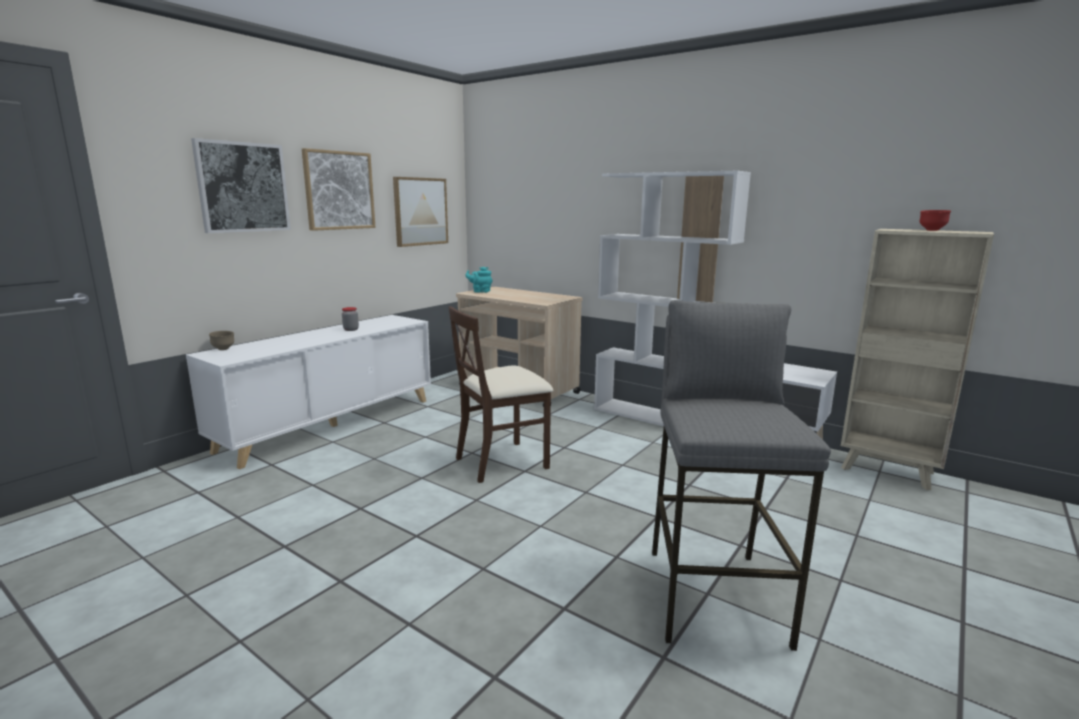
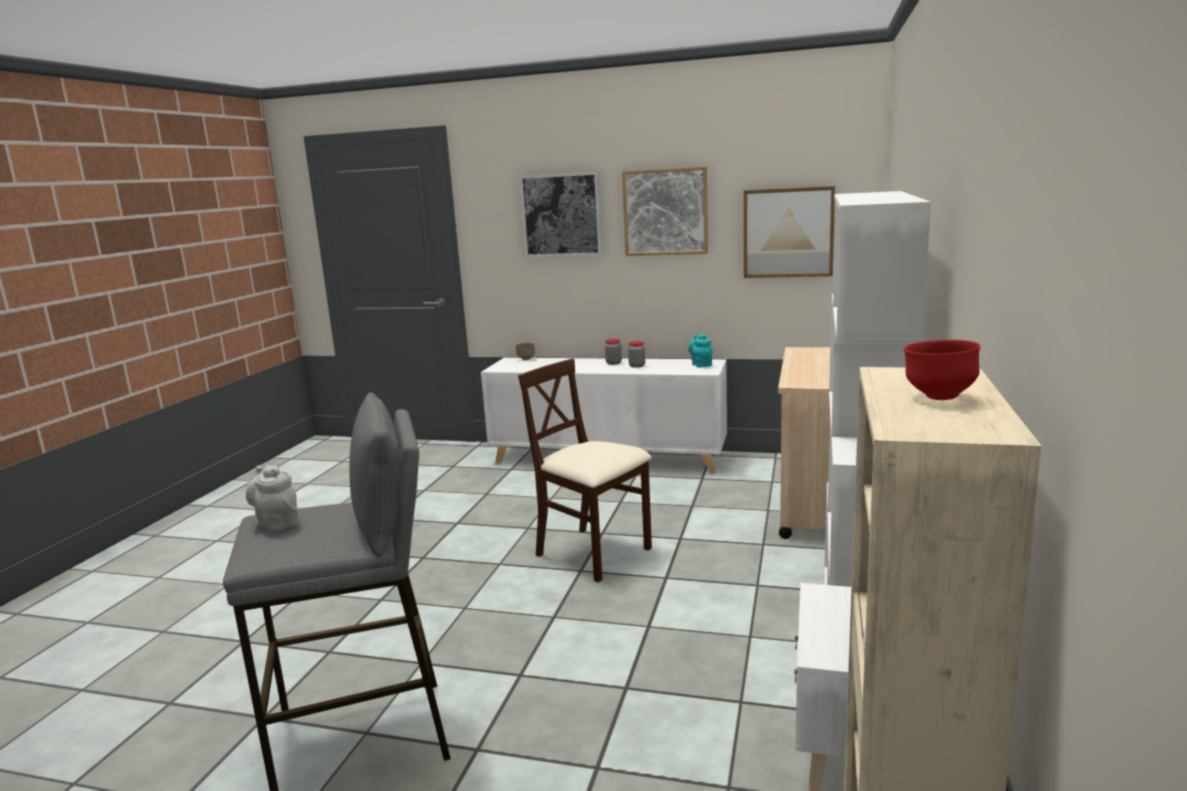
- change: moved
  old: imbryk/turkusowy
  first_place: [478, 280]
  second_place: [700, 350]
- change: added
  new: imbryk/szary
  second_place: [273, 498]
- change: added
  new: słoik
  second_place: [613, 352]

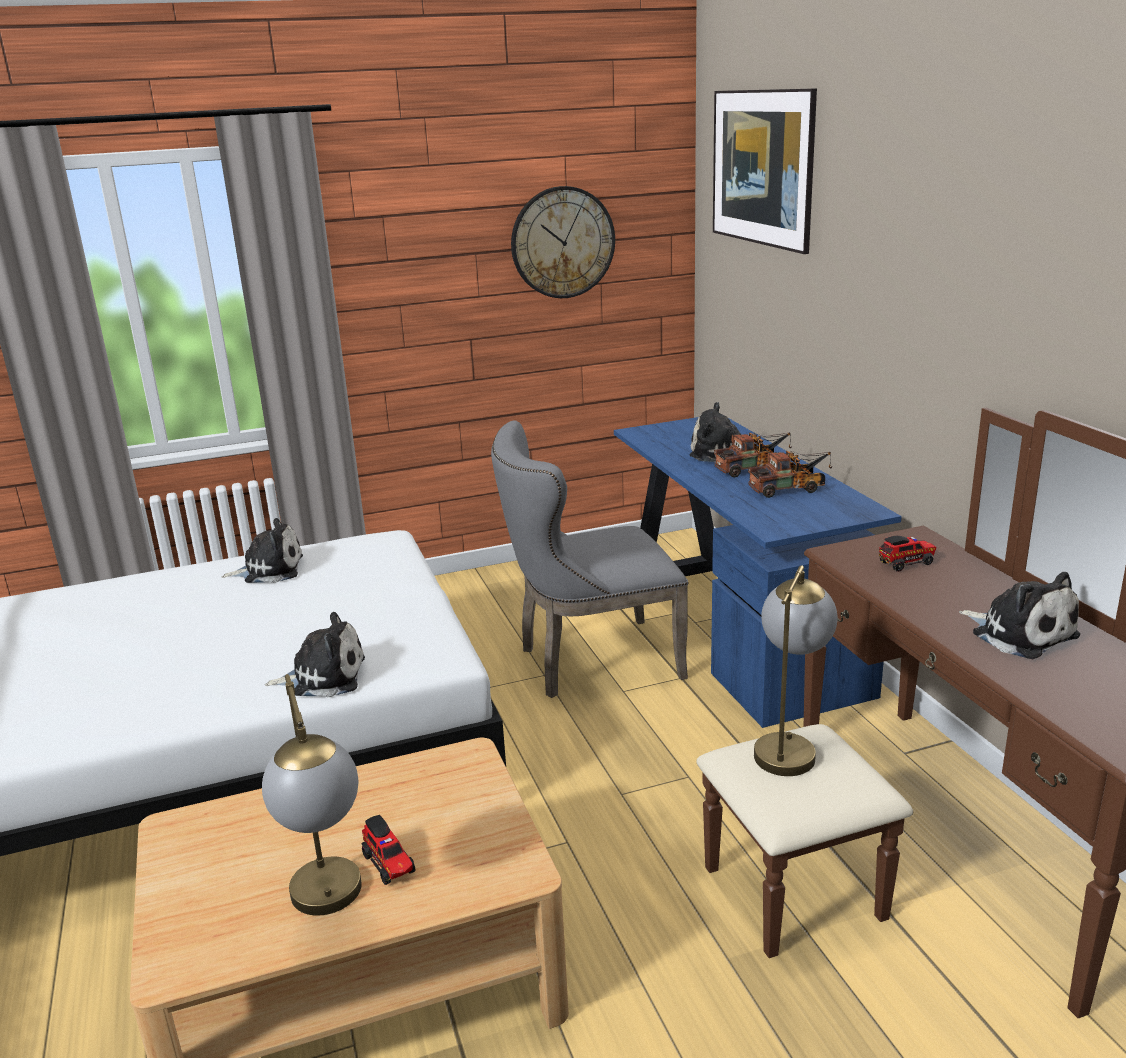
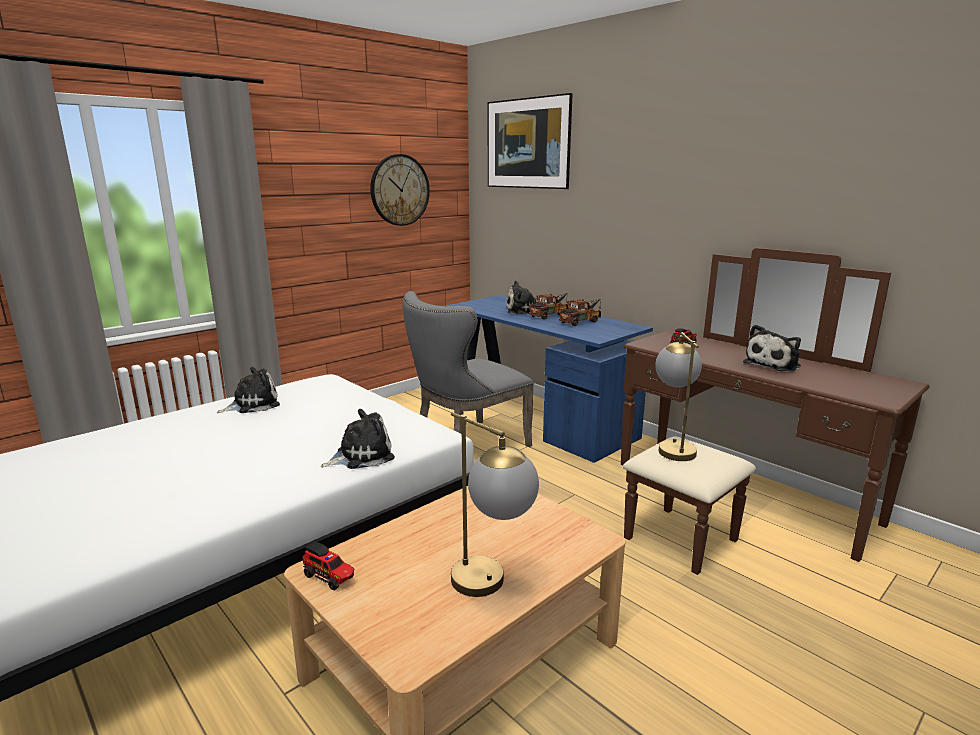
- change: moved
  old: ciężarówka zabawkowa
  first_place: [388, 850]
  second_place: [328, 566]
- change: turned
  old: pluszak
  first_place: [1019, 615]
  second_place: [772, 348]
  degrees: 105

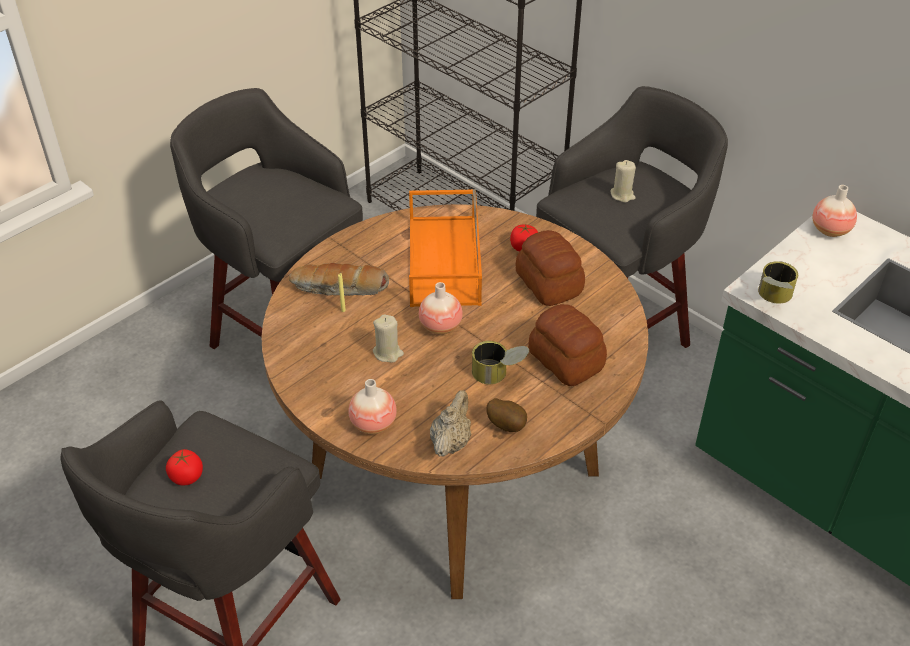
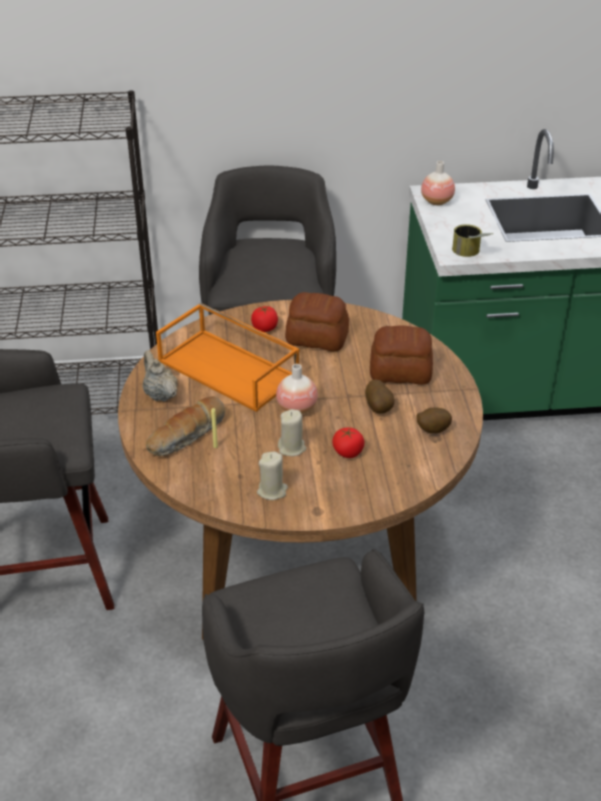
- change: moved
  old: pomidor
  first_place: [184, 467]
  second_place: [348, 443]
- change: removed
  old: wazon
  first_place: [372, 406]
- change: moved
  old: imbryk/beżowy
  first_place: [450, 423]
  second_place: [160, 376]
- change: replaced
  old: puszka
  new: ziemniak
  first_place: [500, 362]
  second_place: [379, 396]
- change: moved
  old: świeca/beżowy
  first_place: [623, 181]
  second_place: [272, 475]

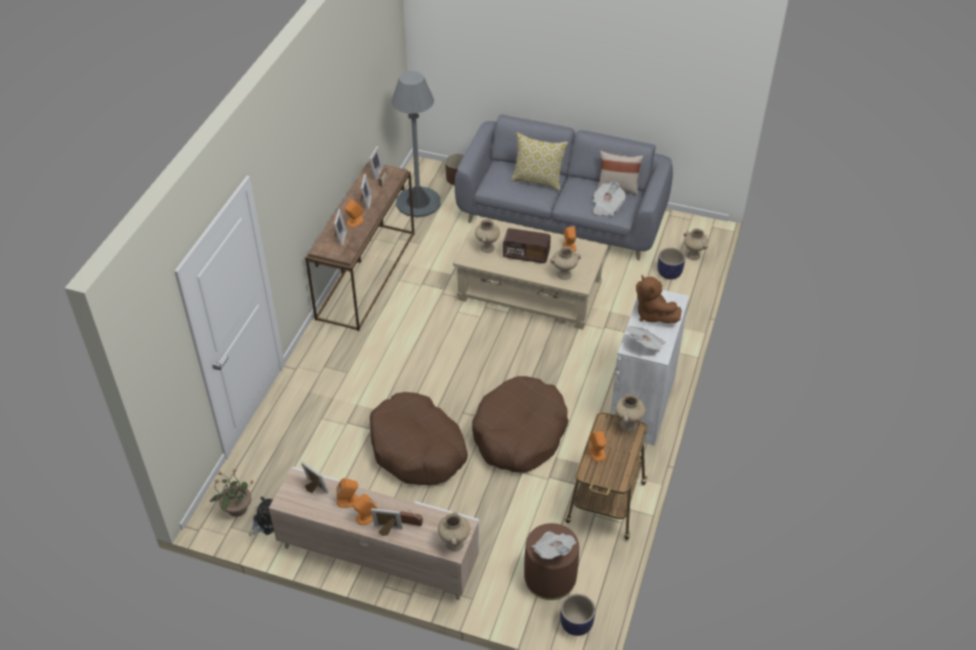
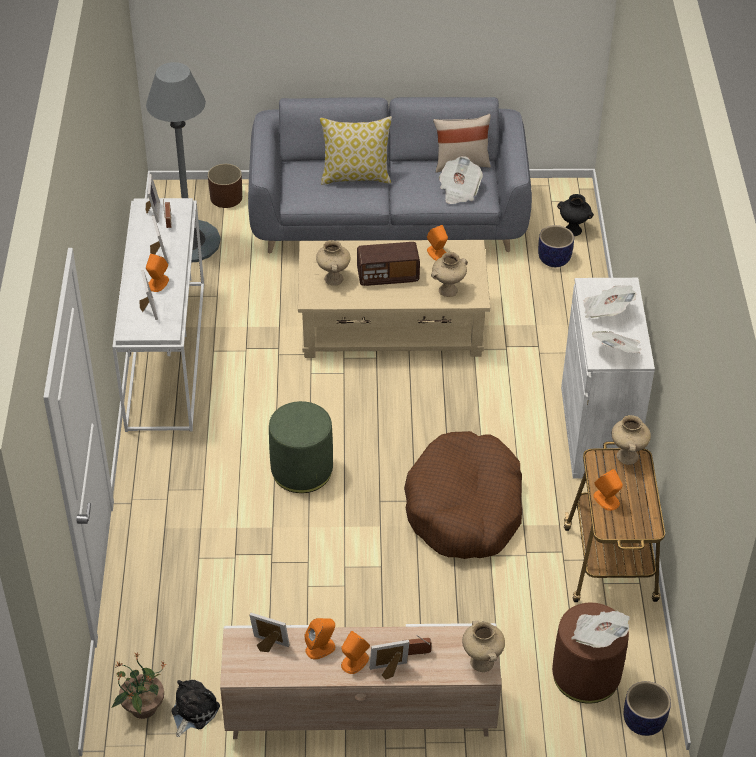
- change: recoloured
  old: stolik konsolowy/brązowy
  new: stolik konsolowy/biały
  first_place: [359, 246]
  second_place: [158, 315]
- change: removed
  old: legowisko/brązowy
  first_place: [419, 438]
- change: replaced
  old: pluszak/brązowy
  new: gazeta
  first_place: [659, 299]
  second_place: [610, 301]
- change: recoloured
  old: wazon/beżowy
  new: wazon/czarny
  first_place: [696, 244]
  second_place: [575, 215]
- change: added
  new: pufa/zielony
  second_place: [301, 447]

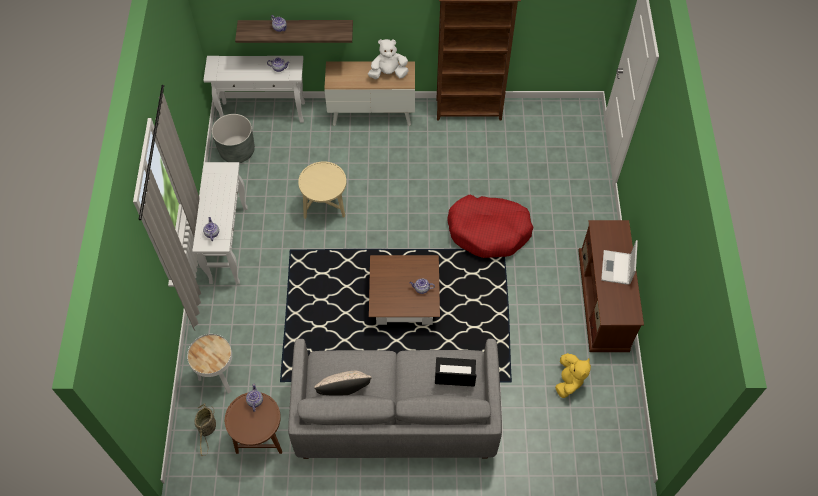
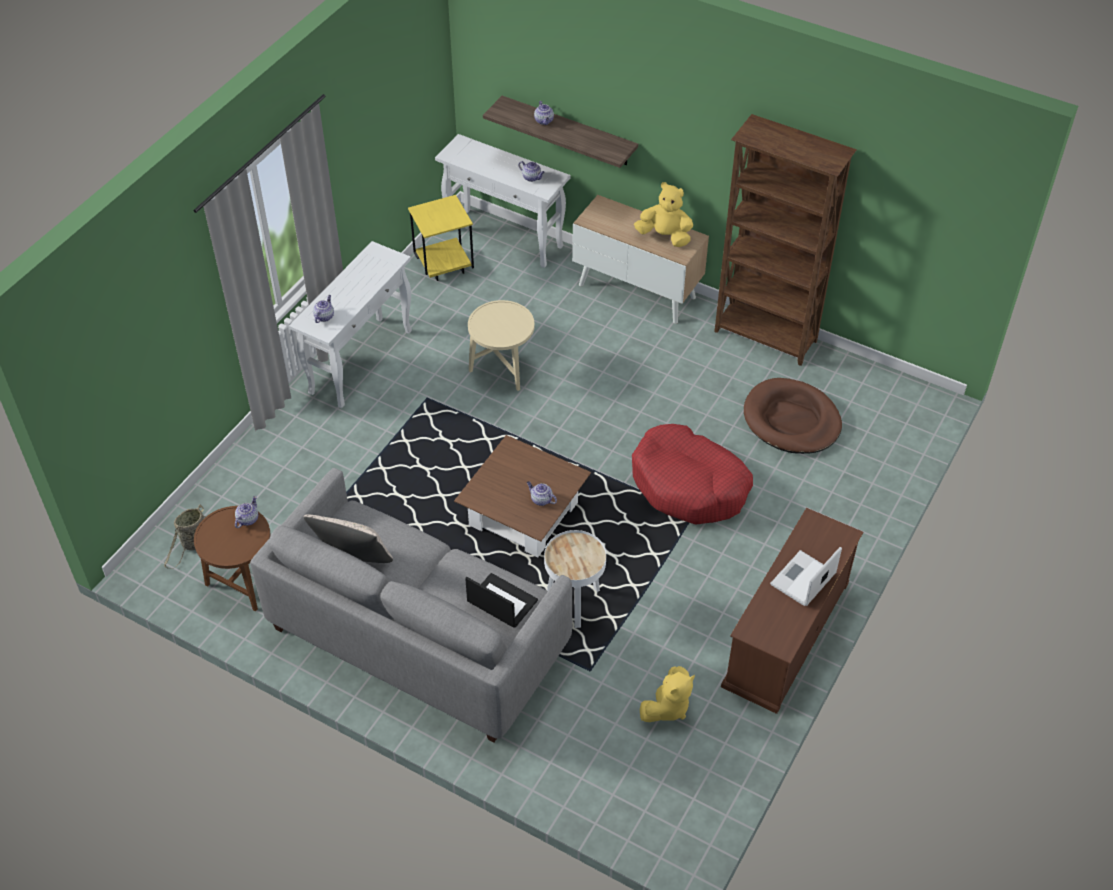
- change: moved
  old: stolik/biały
  first_place: [209, 364]
  second_place: [575, 579]
- change: replaced
  old: donica/szary
  new: stolik/żółty
  first_place: [233, 138]
  second_place: [441, 238]
- change: recoloured
  old: pluszak/biały
  new: pluszak/żółty
  first_place: [388, 59]
  second_place: [663, 214]
- change: added
  new: legowisko/brązowy
  second_place: [793, 416]

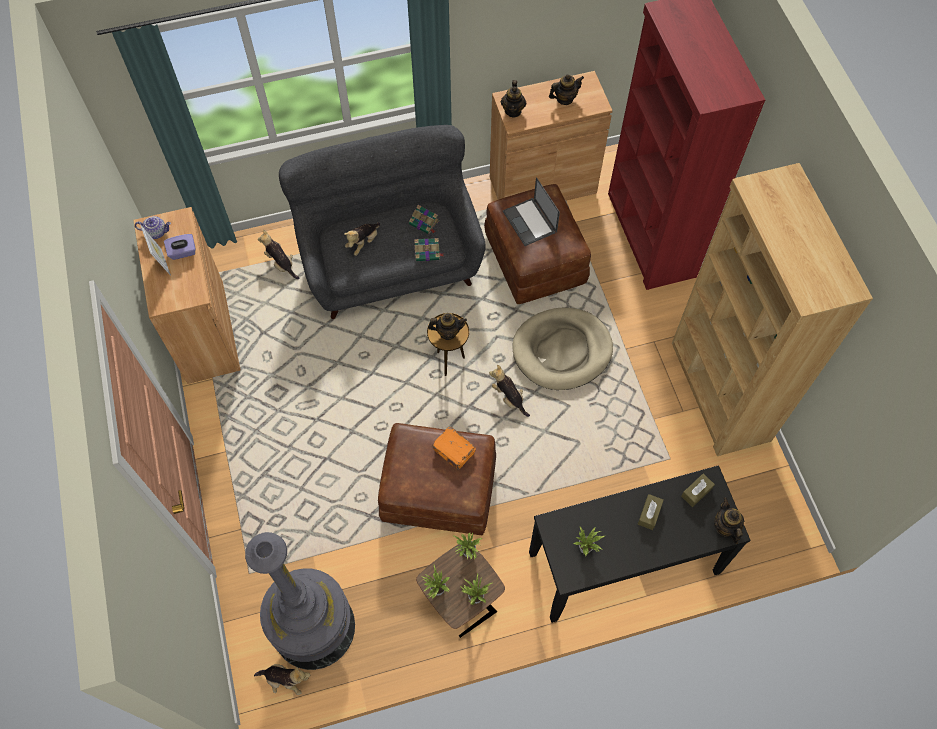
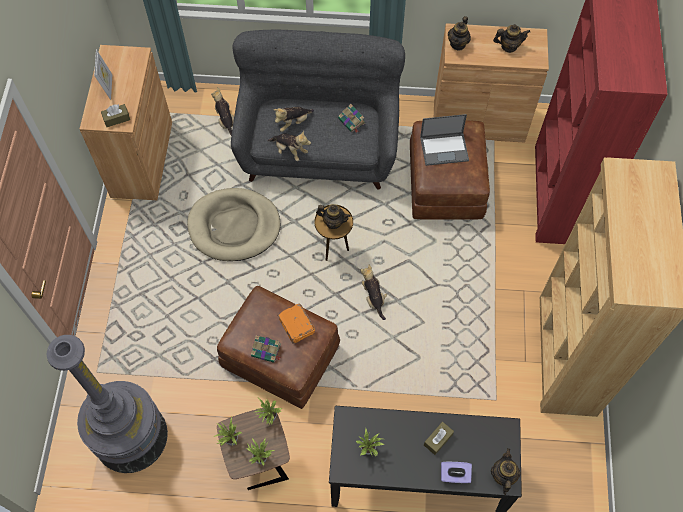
- change: removed
  old: imbryk
  first_place: [153, 227]
- change: moved
  old: pudełko chusteczek/fioletowy
  first_place: [180, 247]
  second_place: [456, 472]
- change: moved
  old: pluszak
  first_place: [282, 679]
  second_place: [289, 145]
- change: moved
  old: książka
  first_place: [428, 249]
  second_place: [266, 349]
- change: turned
  old: laptop
  first_place: [531, 211]
  second_place: [444, 140]
  degrees: -90
- change: moved
  old: legowisko/beżowy
  first_place: [562, 349]
  second_place: [233, 224]
- change: moved
  old: pudełko chusteczek/brązowy
  first_place: [698, 490]
  second_place: [115, 115]

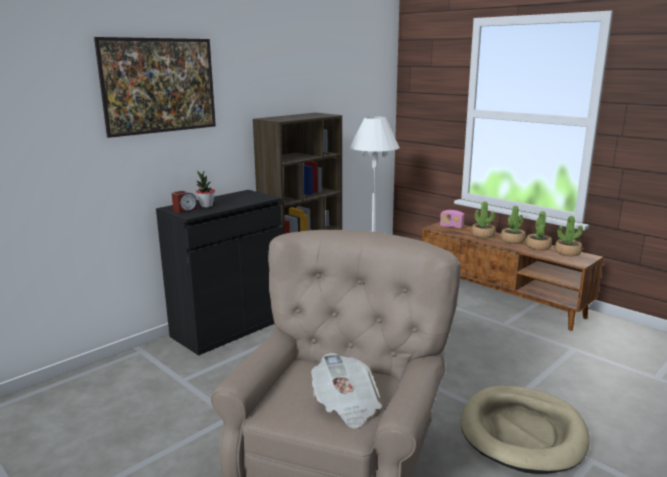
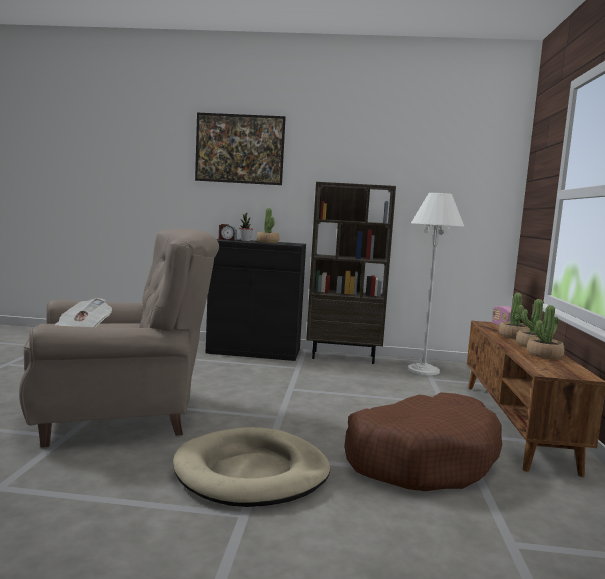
- change: moved
  old: roślina doniczkowa
  first_place: [569, 236]
  second_place: [268, 225]
- change: added
  new: legowisko/brązowy
  second_place: [423, 441]

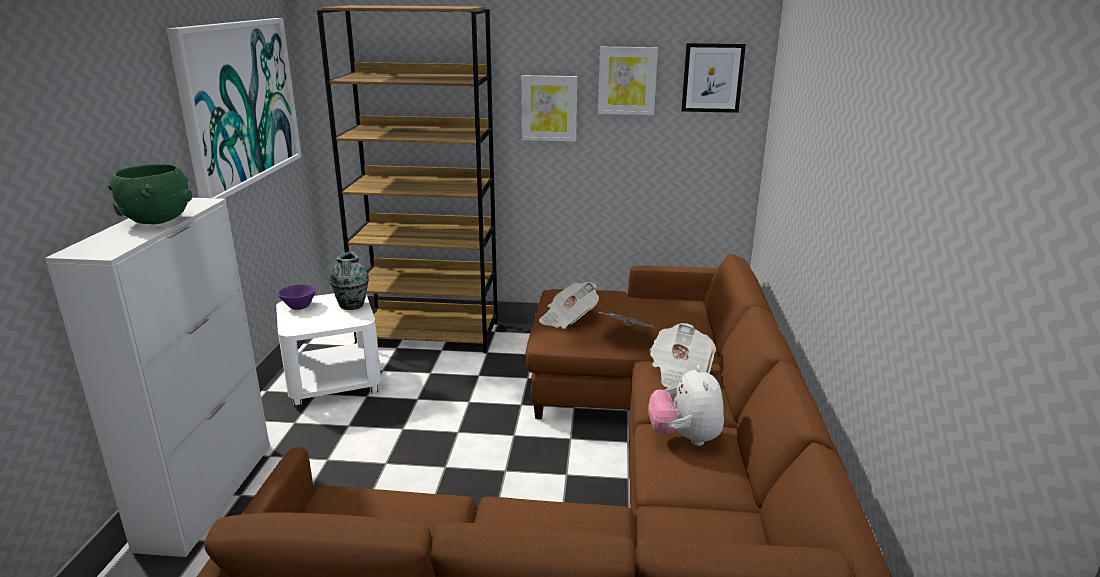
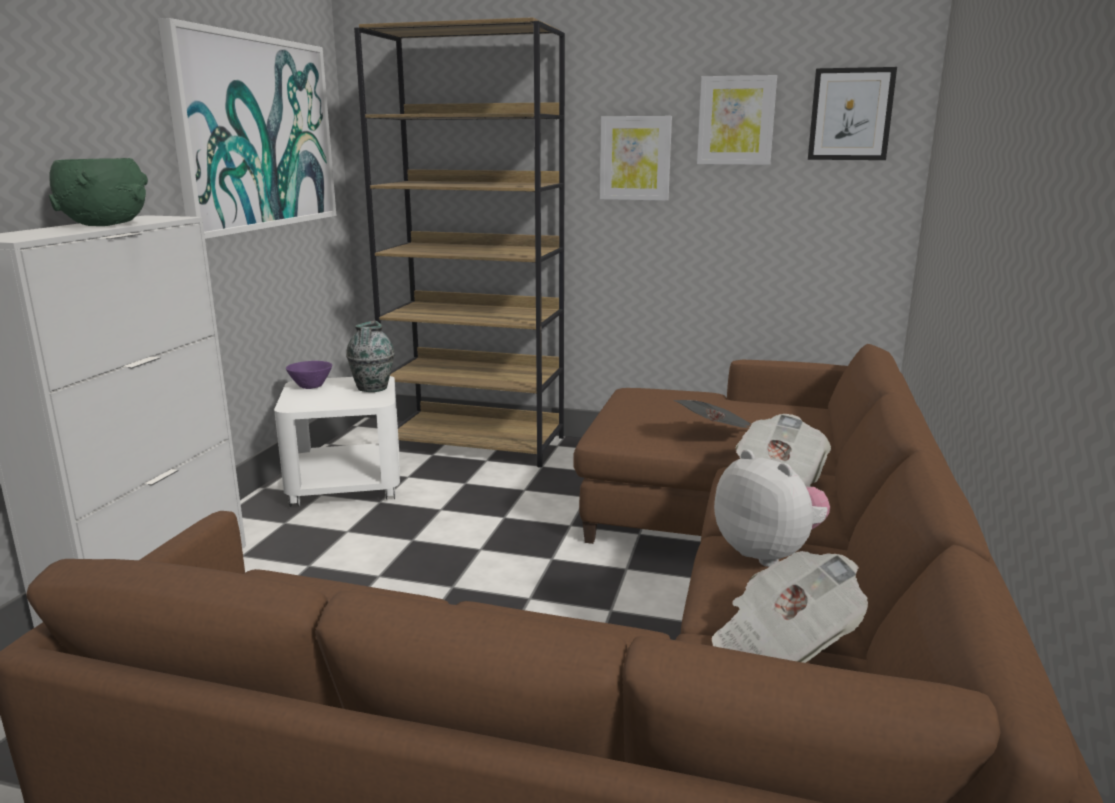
- change: moved
  old: gazeta
  first_place: [569, 305]
  second_place: [790, 607]
- change: turned
  old: pluszak
  first_place: [686, 405]
  second_place: [772, 508]
  degrees: 135

